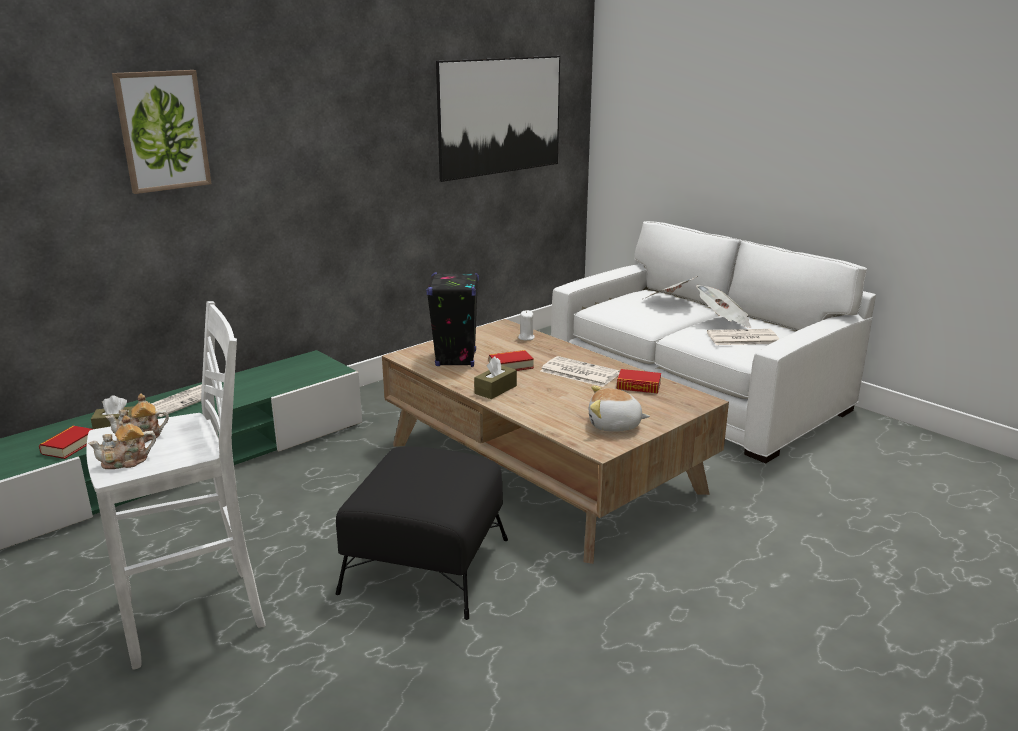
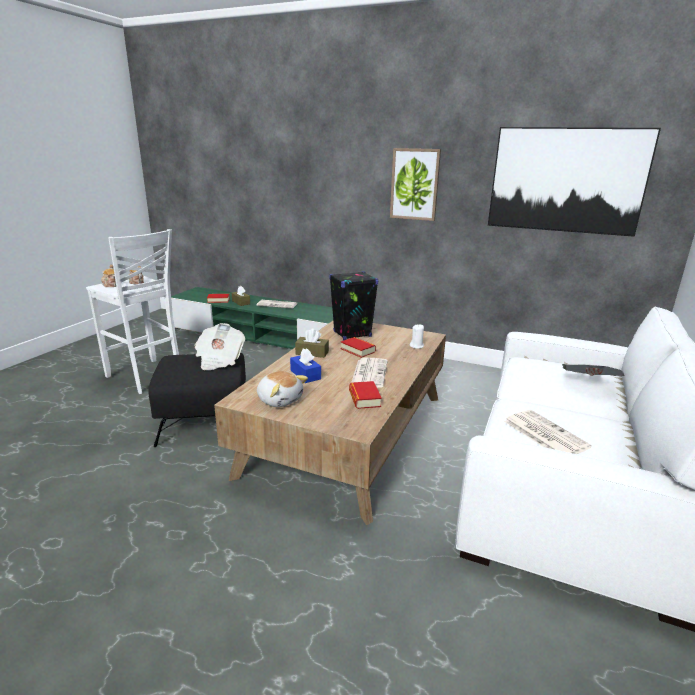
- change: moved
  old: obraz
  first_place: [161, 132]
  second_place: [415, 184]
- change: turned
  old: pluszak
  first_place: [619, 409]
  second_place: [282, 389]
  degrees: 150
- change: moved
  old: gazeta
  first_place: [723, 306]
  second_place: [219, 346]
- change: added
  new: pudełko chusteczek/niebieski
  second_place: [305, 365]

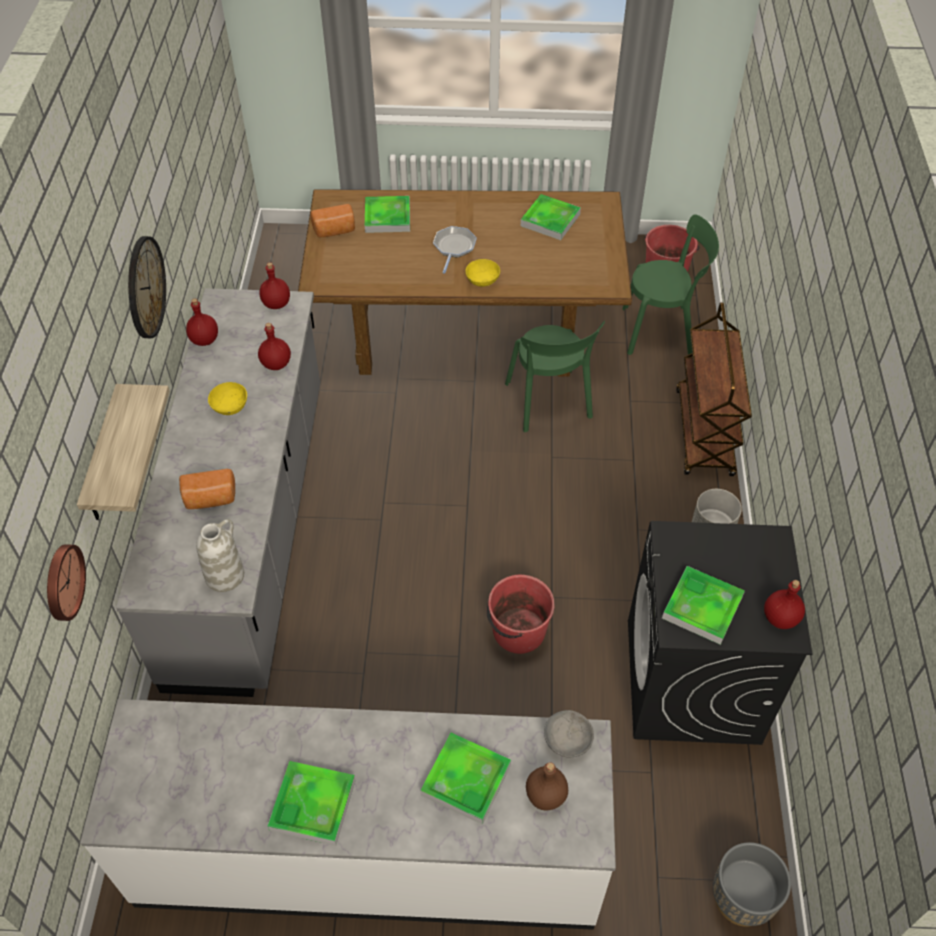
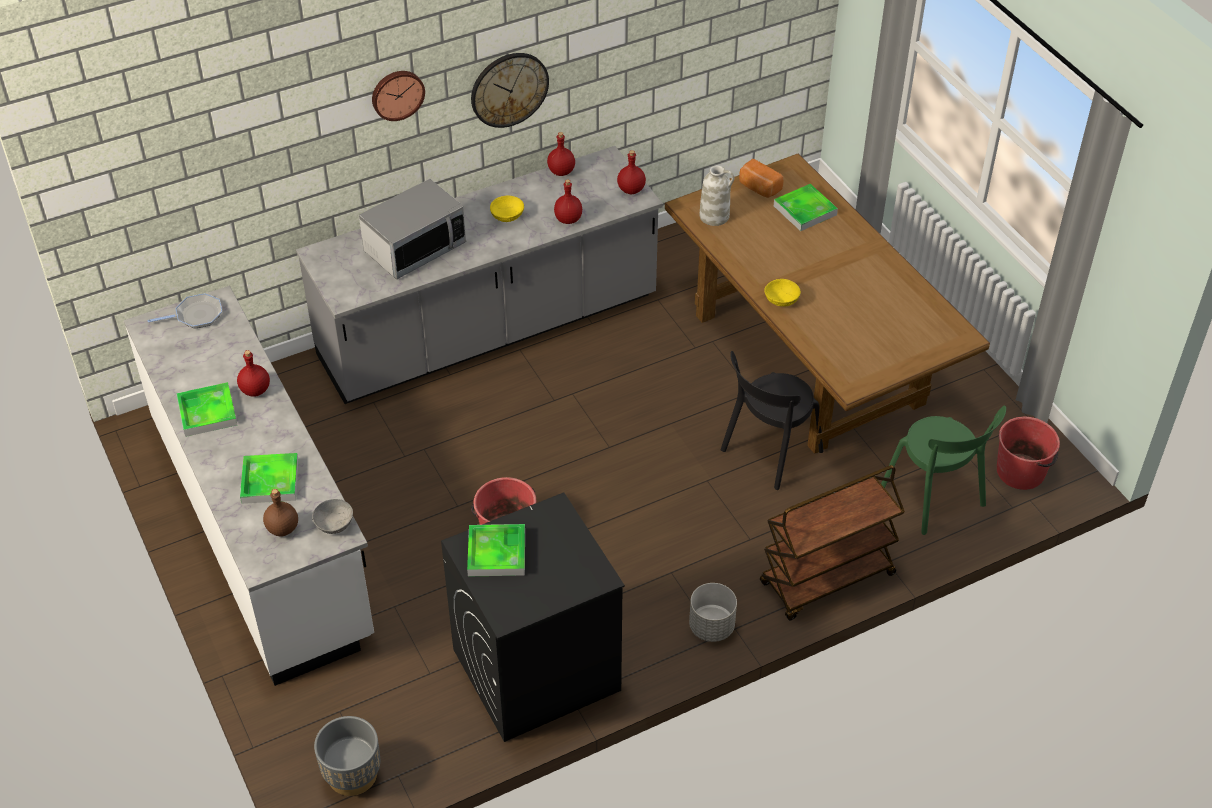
- change: moved
  old: zegar ścienny
  first_place: [66, 582]
  second_place: [398, 96]
- change: removed
  old: półka
  first_place: [123, 452]
- change: replaced
  old: chleb
  new: mikrofalówka
  first_place: [207, 489]
  second_place: [412, 229]
- change: moved
  old: wazon/biały
  first_place: [220, 555]
  second_place: [717, 195]
- change: moved
  old: patelnia
  first_place: [455, 250]
  second_place: [184, 311]
- change: recoloured
  old: krzesło/zielony
  new: krzesło/czarny
  first_place: [555, 376]
  second_place: [772, 420]
- change: removed
  old: taca
  first_place: [551, 217]
- change: moved
  old: butelka/czerwony
  first_place: [784, 604]
  second_place: [253, 373]

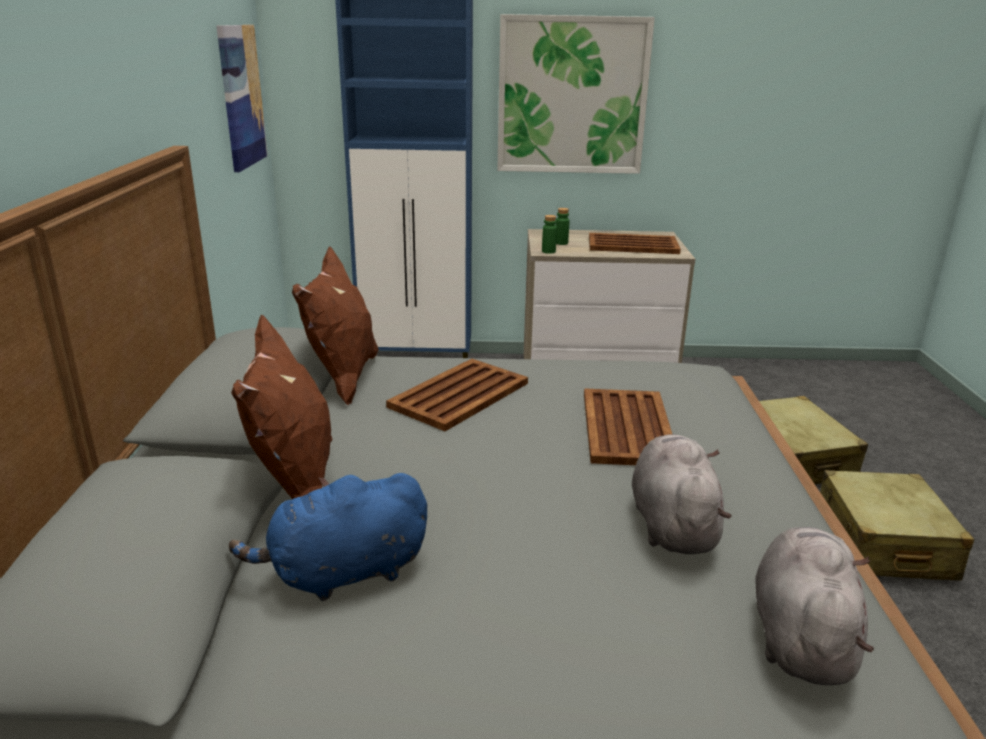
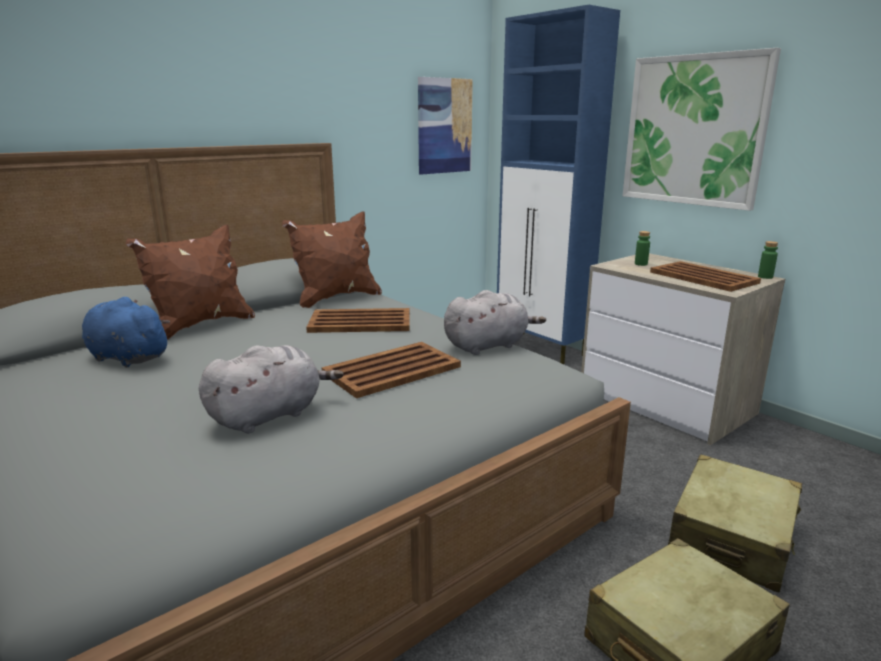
- change: moved
  old: butelka/zielony
  first_place: [549, 234]
  second_place: [768, 260]
- change: moved
  old: pluszak/szary
  first_place: [814, 606]
  second_place: [495, 322]

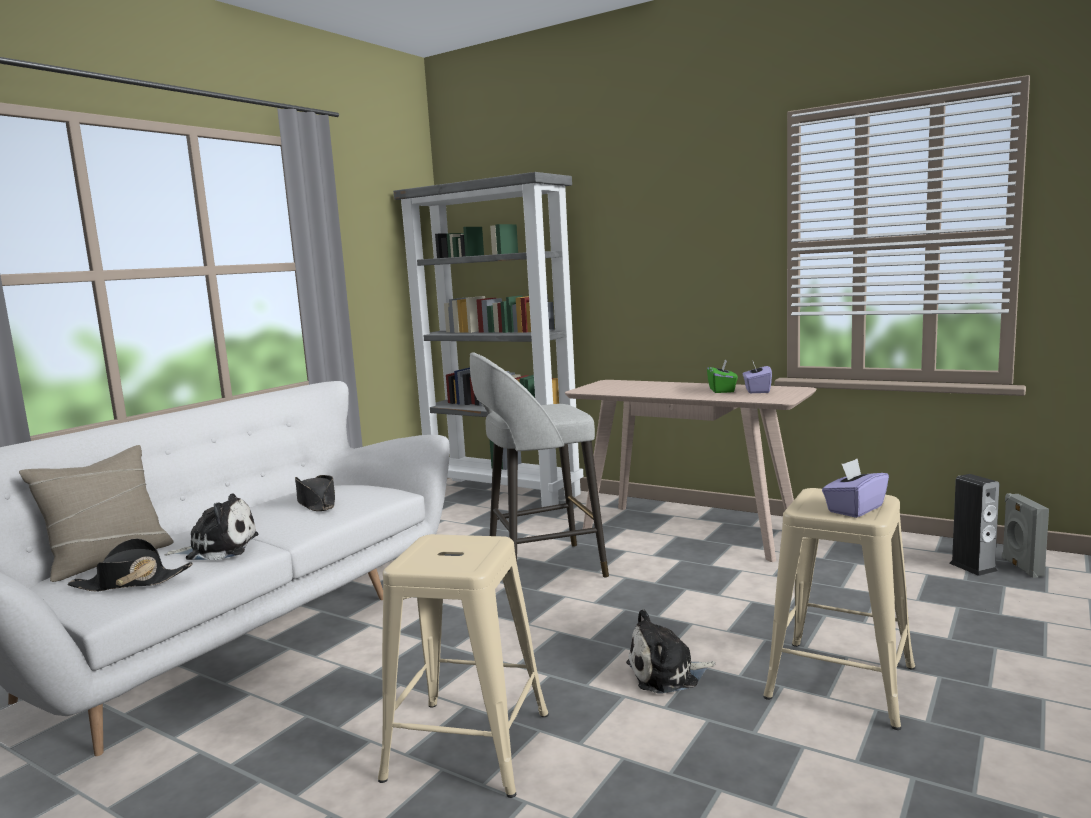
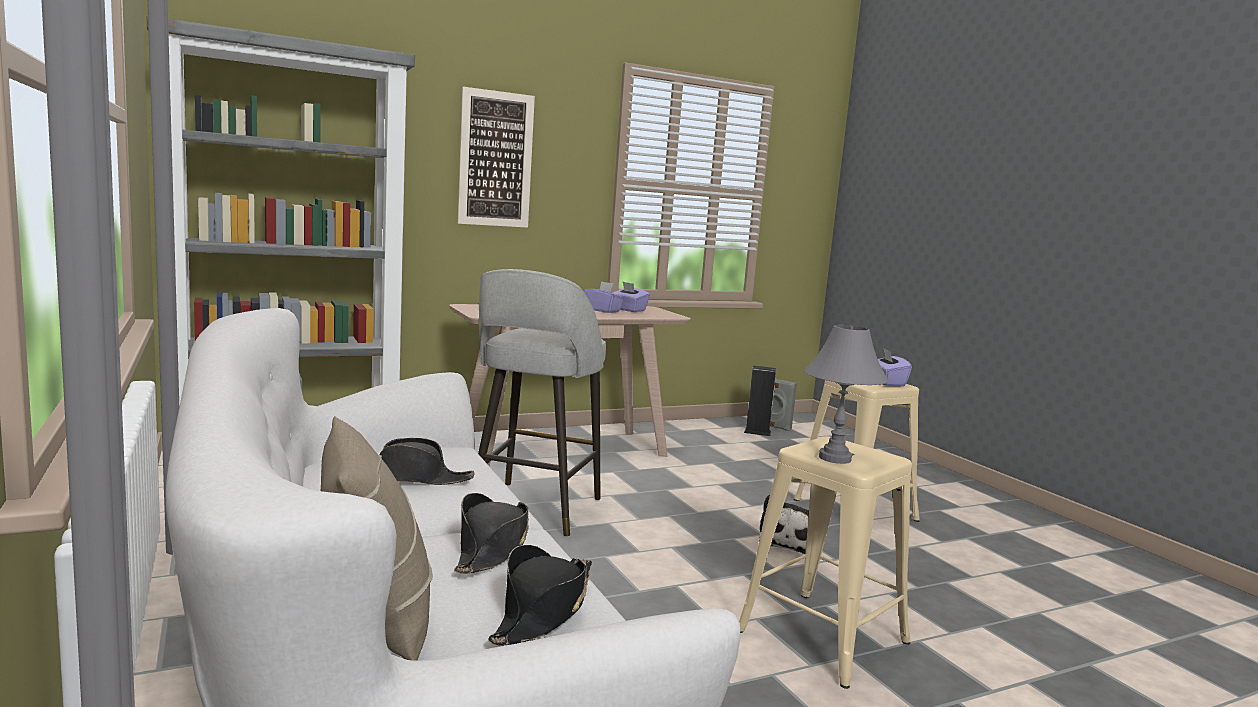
- change: replaced
  old: pluszak
  new: kapelusz/czarny
  first_place: [211, 526]
  second_place: [491, 533]
- change: recoloured
  old: pudełko chusteczek/zielony
  new: pudełko chusteczek/fioletowy
  first_place: [722, 376]
  second_place: [603, 297]
- change: added
  new: obraz
  second_place: [496, 157]
- change: added
  new: lampa stołowa/szary
  second_place: [846, 394]

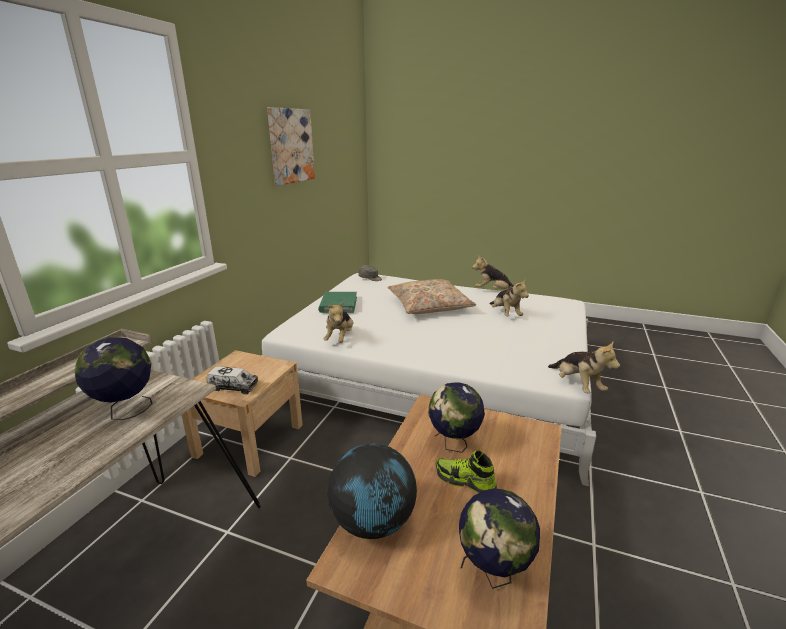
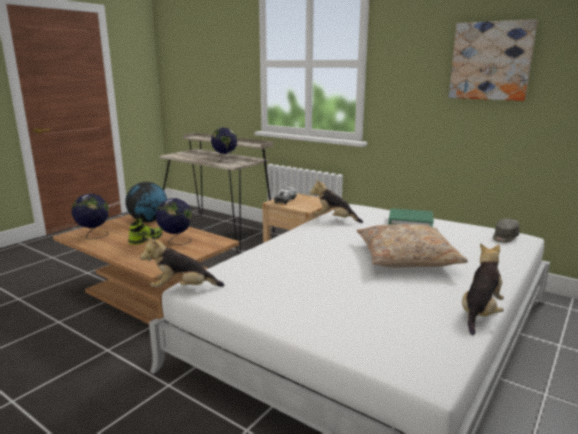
- change: removed
  old: pluszak
  first_place: [509, 297]

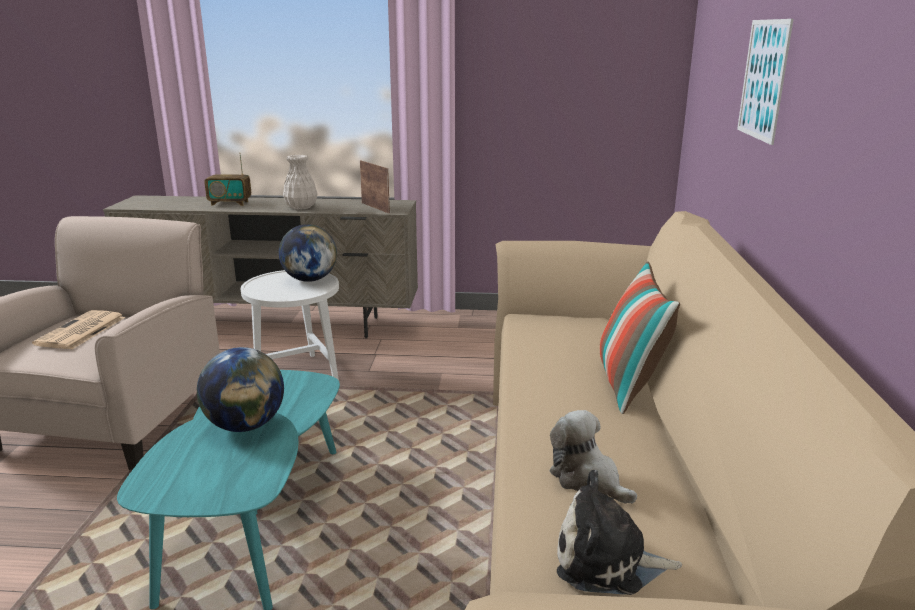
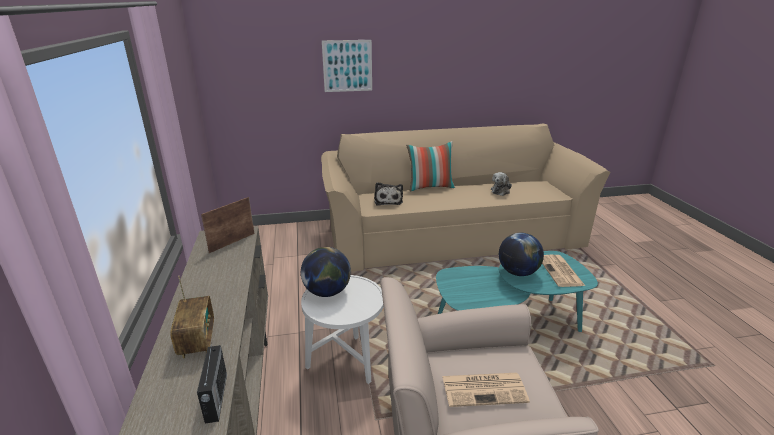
- change: removed
  old: wazon/biały
  first_place: [300, 182]
- change: moved
  old: pluszak
  first_place: [619, 532]
  second_place: [388, 194]
- change: added
  new: radio
  second_place: [212, 383]
- change: added
  new: gazeta
  second_place: [563, 271]

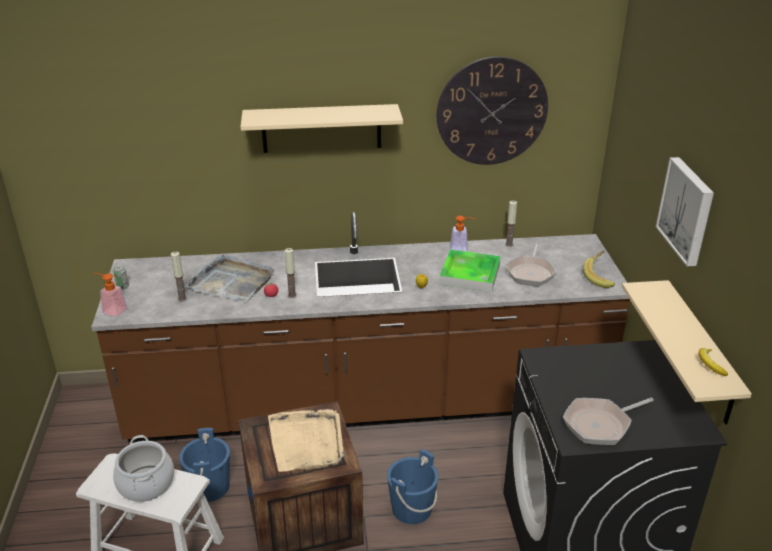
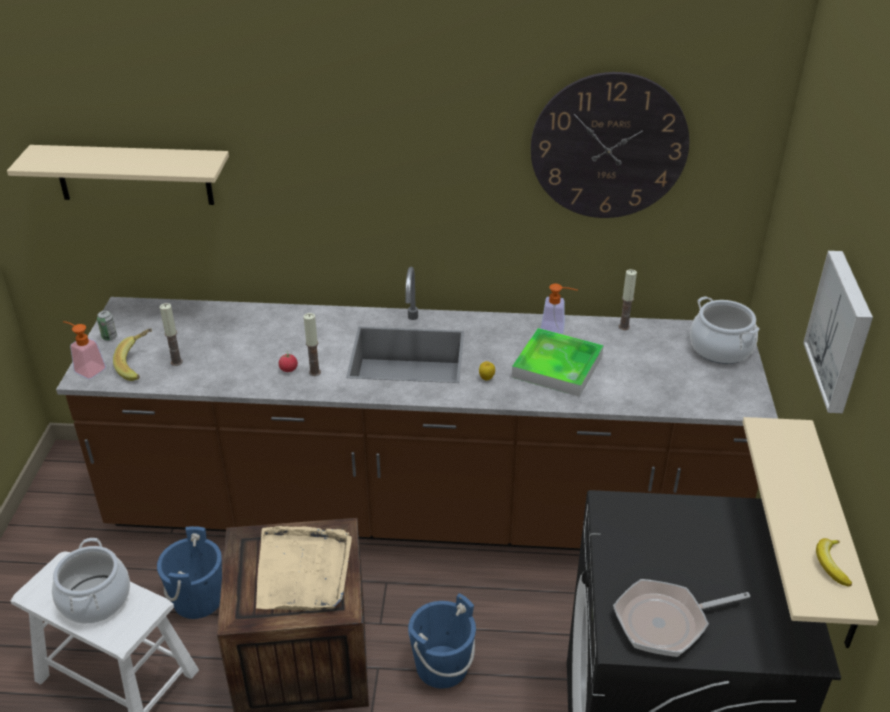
- change: removed
  old: taca/szary
  first_place: [229, 277]
- change: moved
  old: półka/beżowy
  first_place: [322, 128]
  second_place: [118, 175]
- change: removed
  old: patelnia
  first_place: [531, 264]
- change: moved
  old: banan
  first_place: [599, 269]
  second_place: [132, 354]
- change: added
  new: garnek
  second_place: [725, 330]

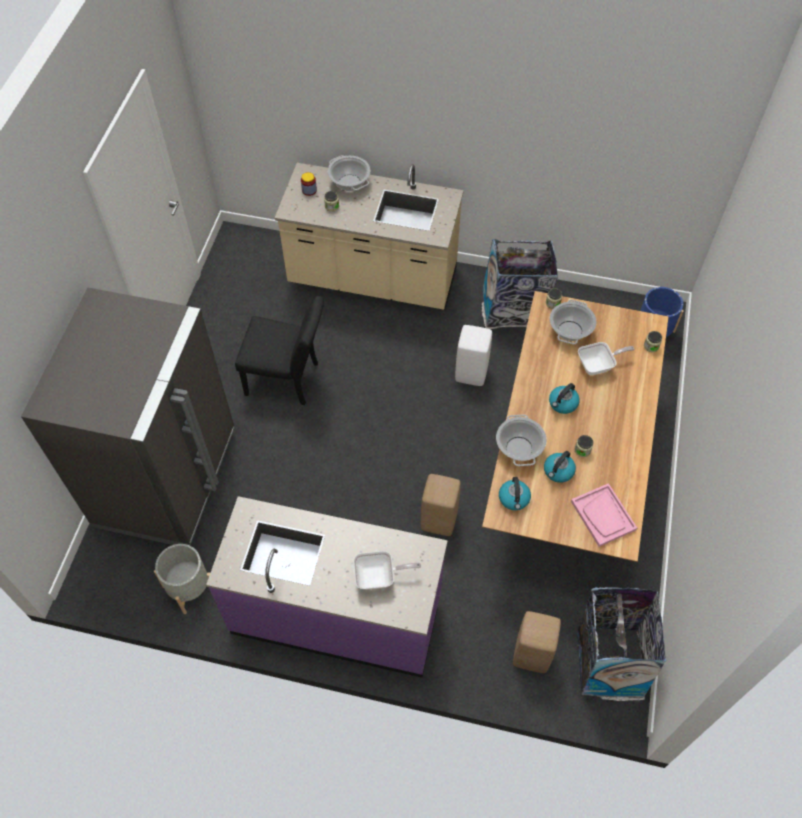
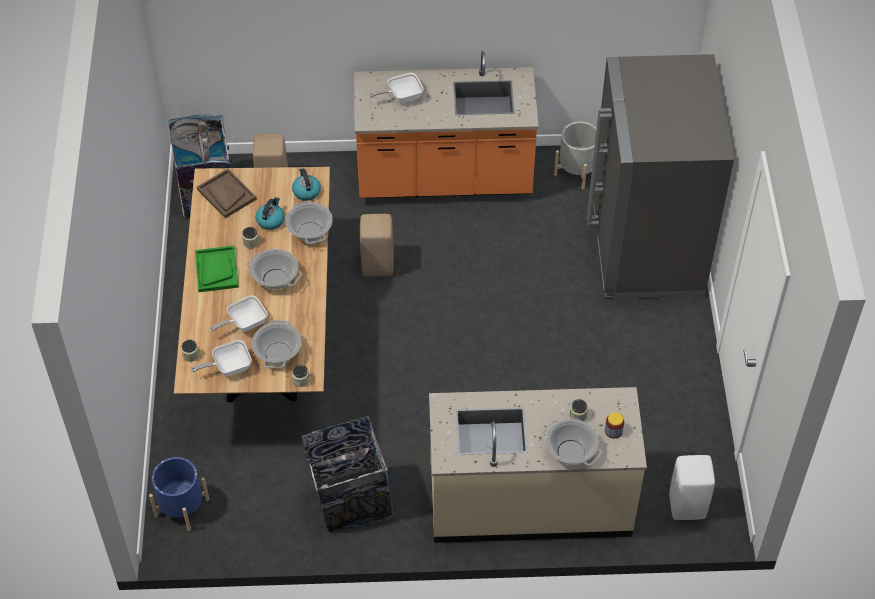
- change: recoloured
  old: zabudowa kuchenna/fioletowy
  new: zabudowa kuchenna/pomarańczowy
  first_place: [327, 587]
  second_place: [446, 124]
- change: removed
  old: krzesło/czarny
  first_place: [279, 350]
- change: moved
  old: stołek/biały
  first_place: [473, 355]
  second_place: [692, 487]
- change: replaced
  old: czajnik
  new: garnek
  first_place: [564, 398]
  second_place: [274, 269]
- change: recoloured
  old: taca/różowy
  new: taca/brązowy
  first_place: [604, 515]
  second_place: [227, 193]
- change: added
  new: patelnia
  second_place: [221, 358]
- change: added
  new: taca/zielony
  second_place: [217, 269]

